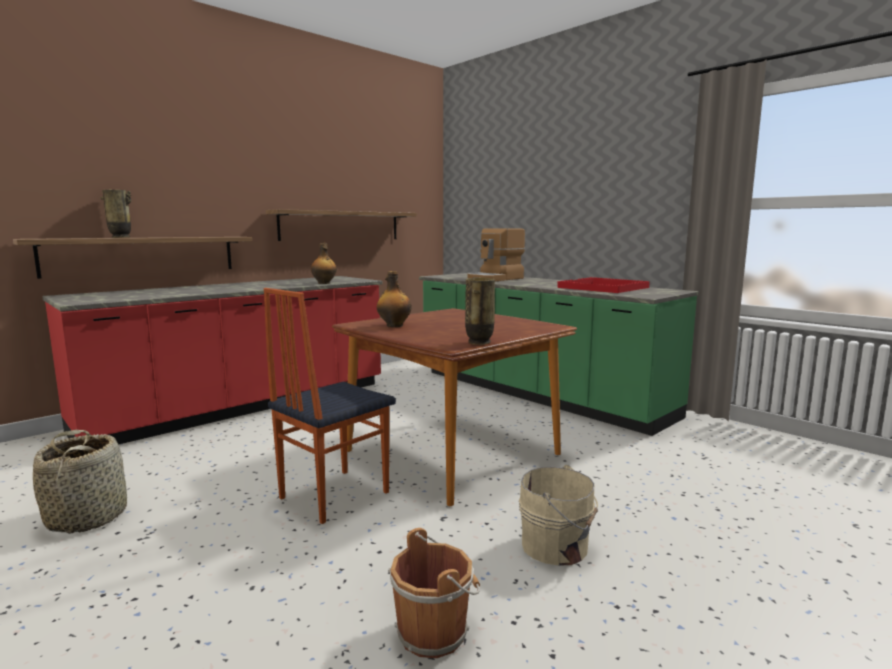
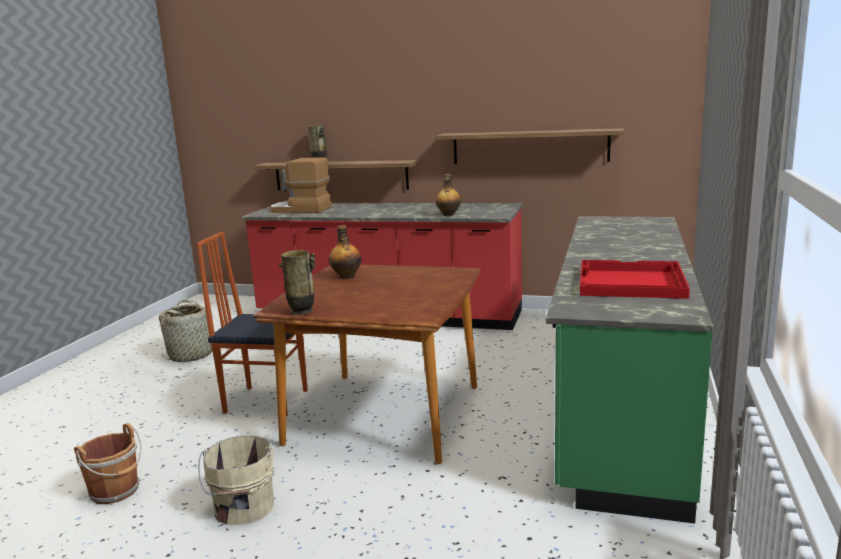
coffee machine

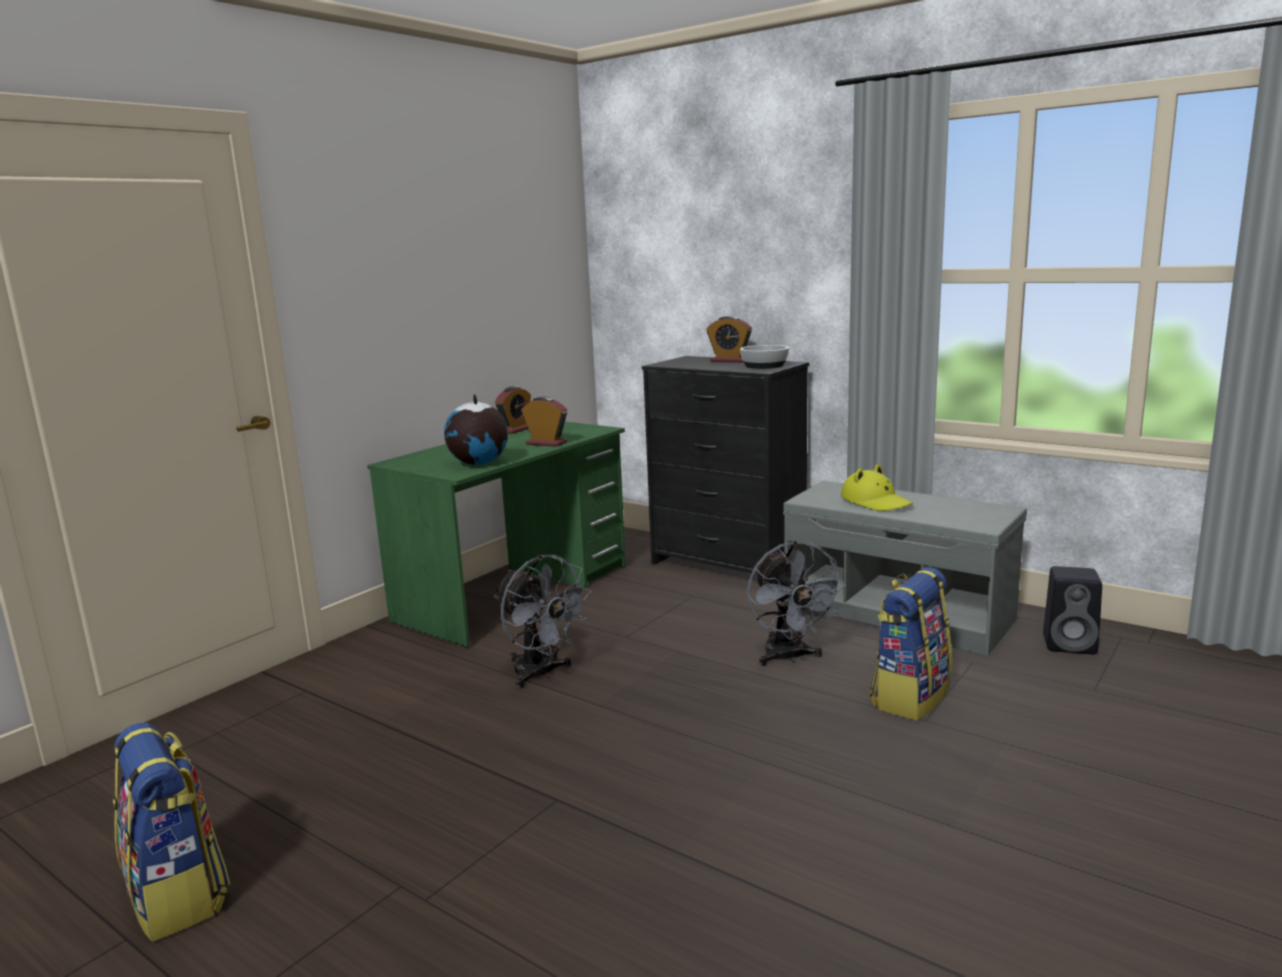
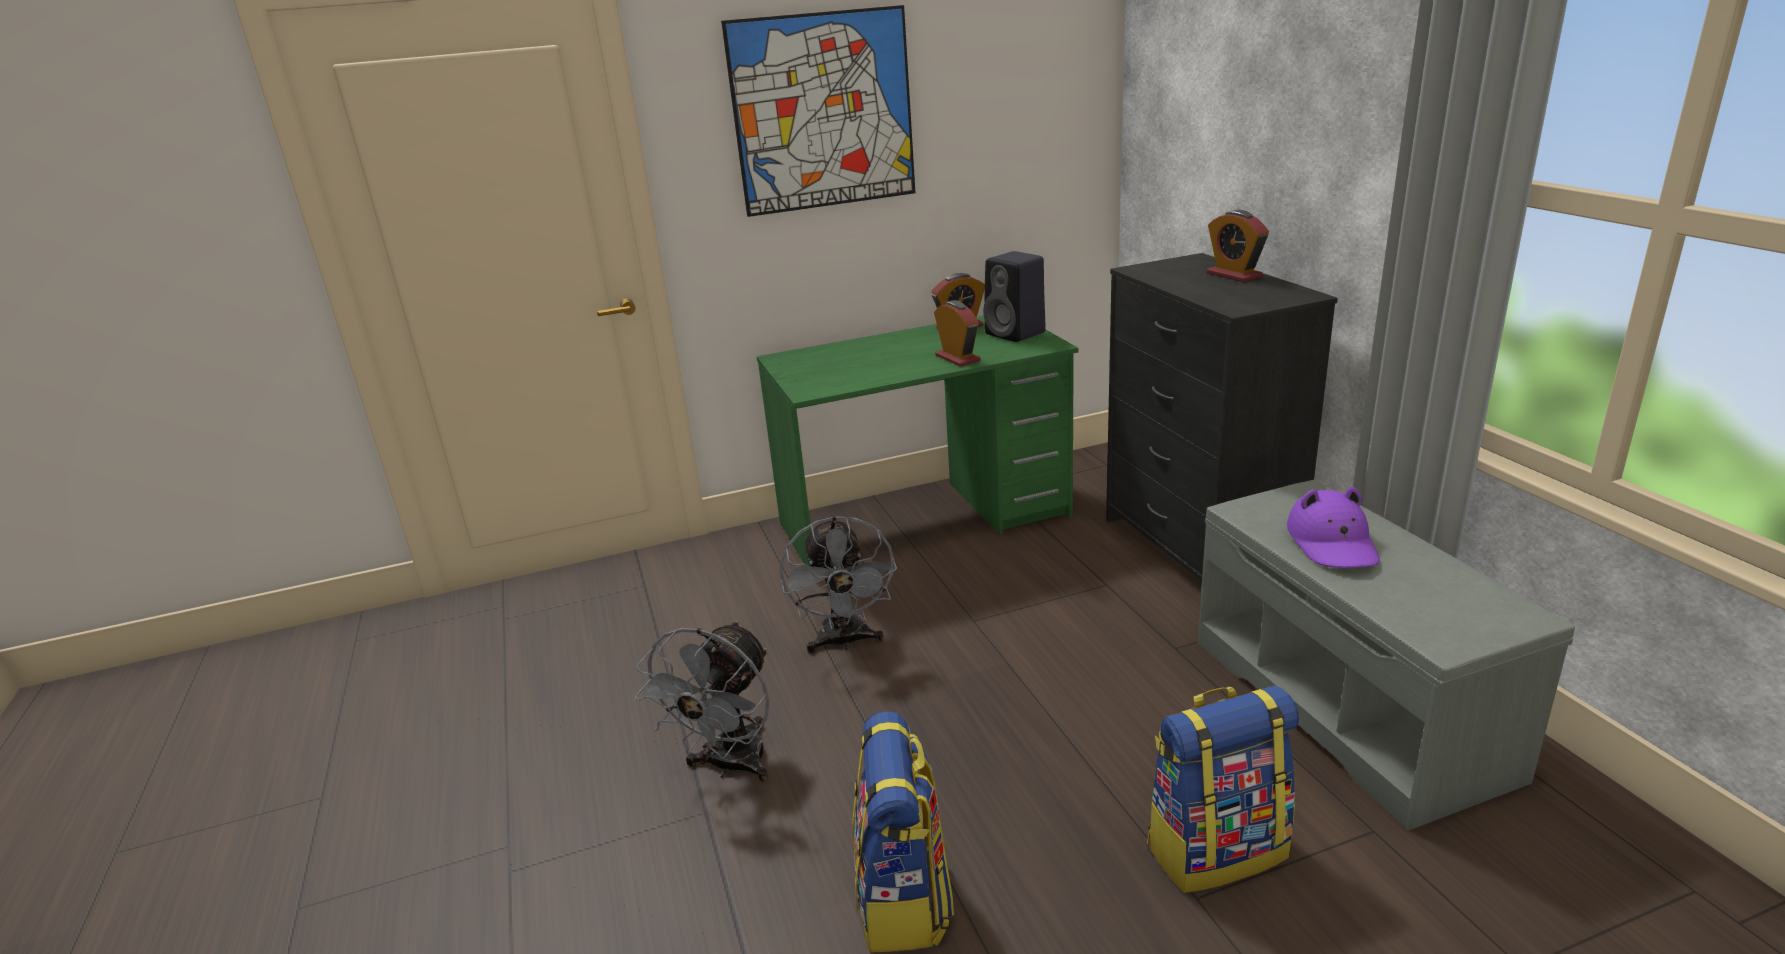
grey fan (no. 1 from left)
picture
backpack (no. 1 from left)
black speaker
purple hat
globe
bowl

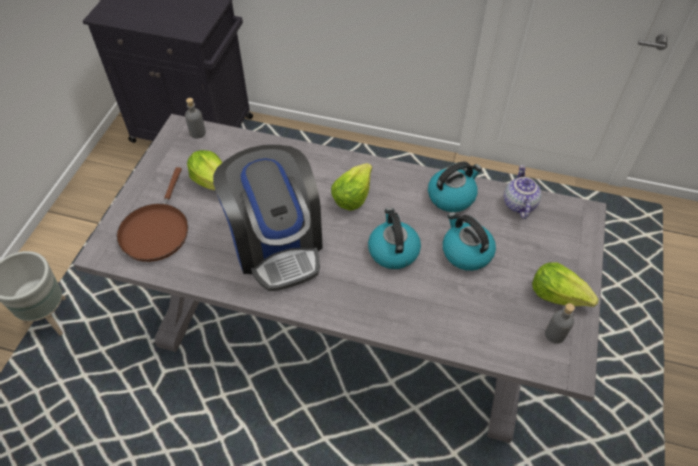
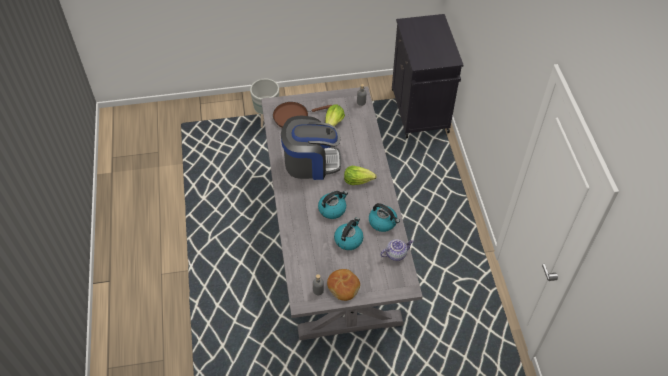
coffee machine
bread

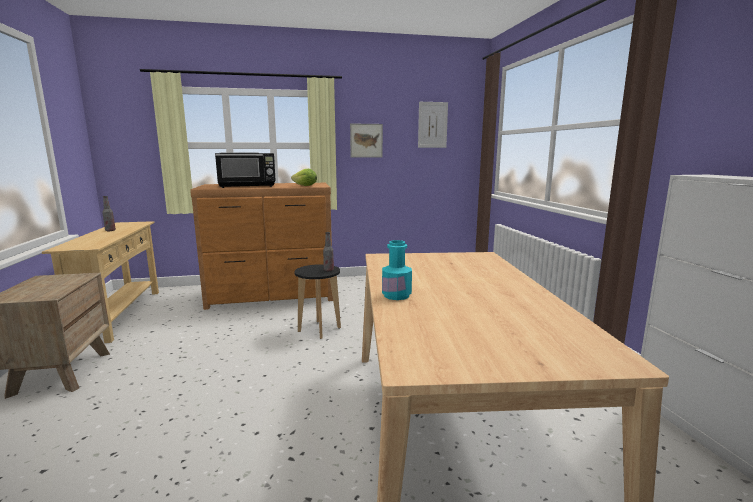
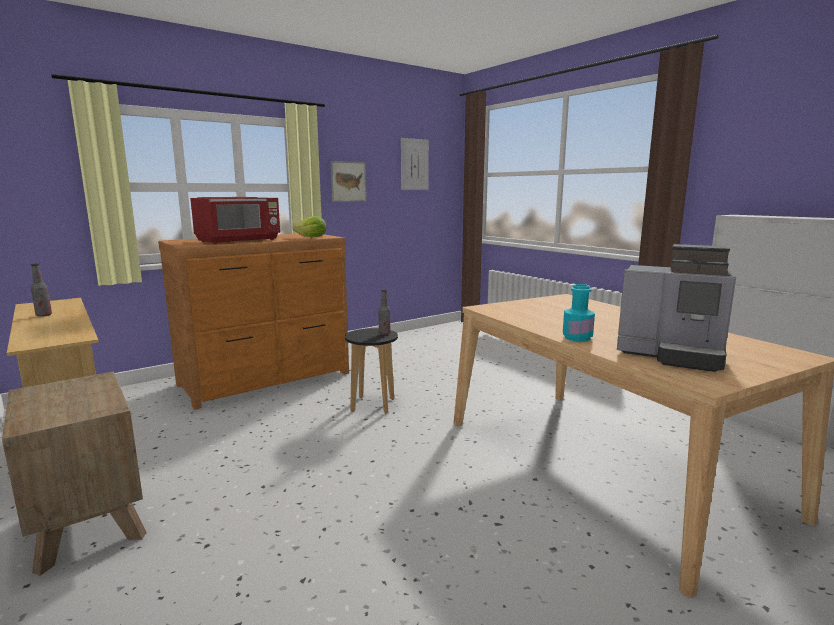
red microwave
coffee machine

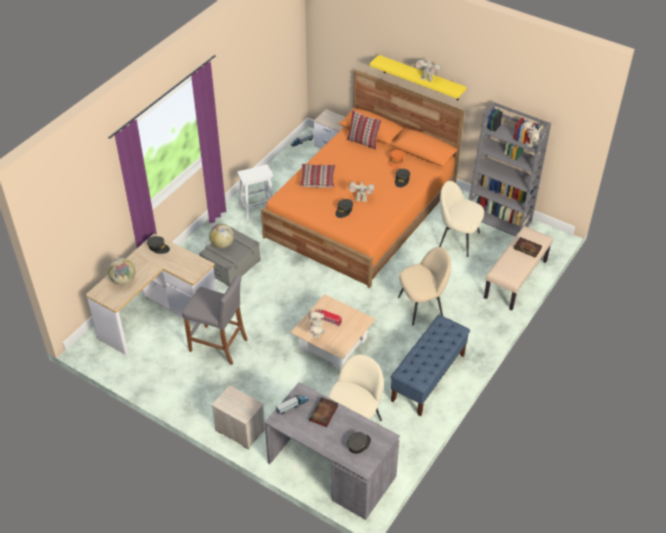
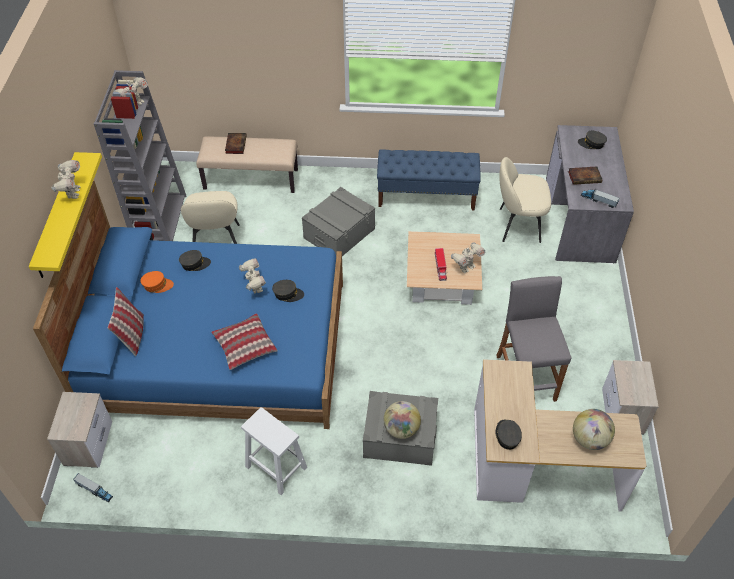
blue bed
grey storage box (no. 1 from left)
nightstand (no. 2 from left)

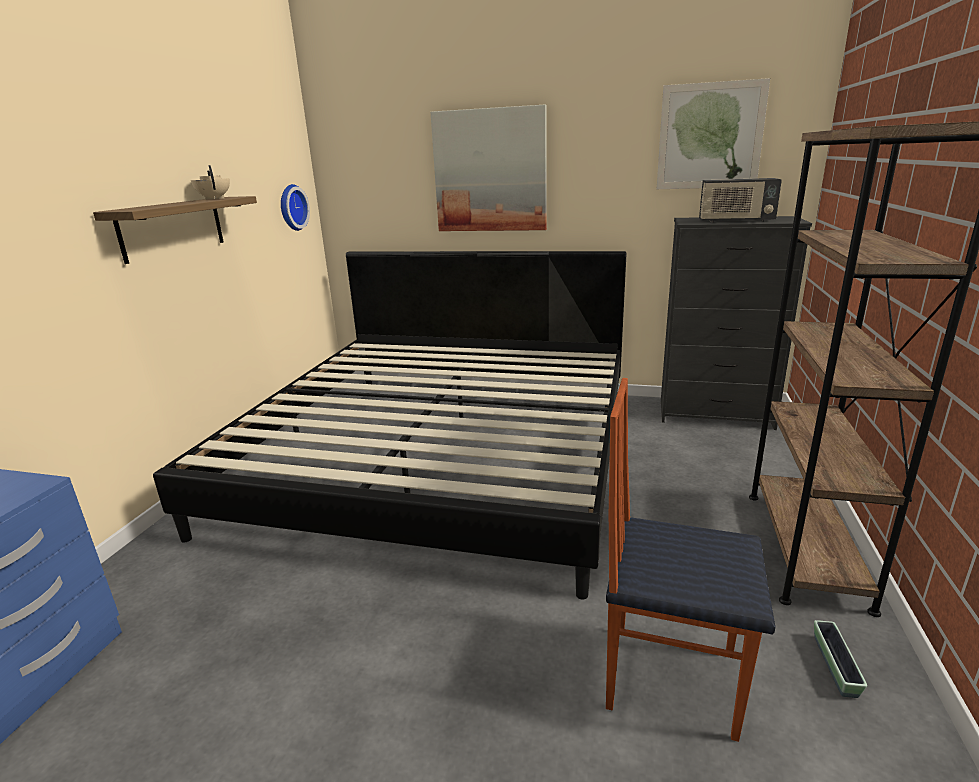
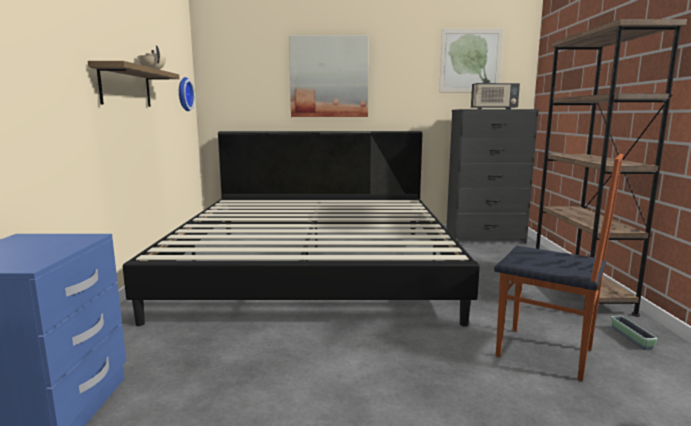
chair

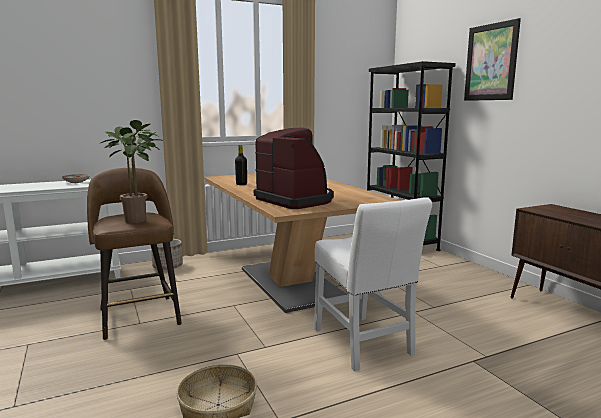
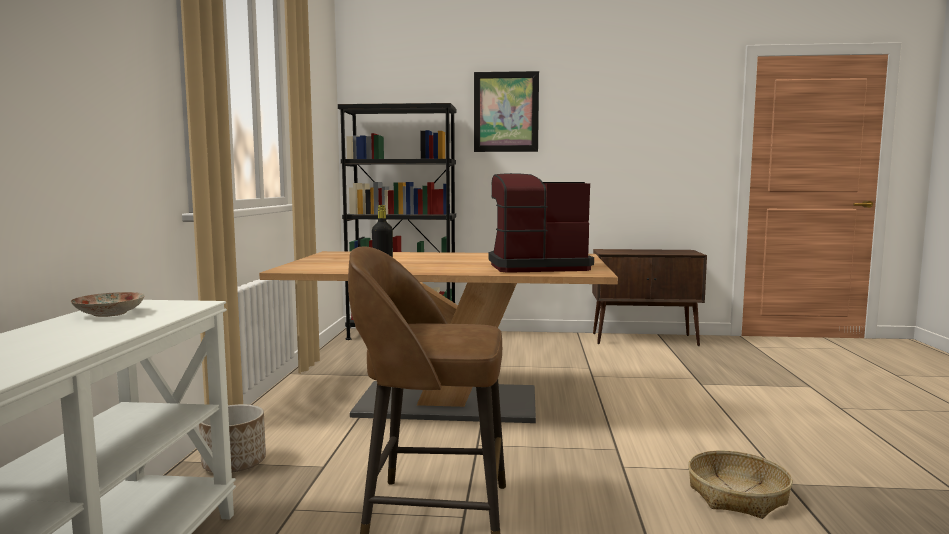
potted plant
white chair

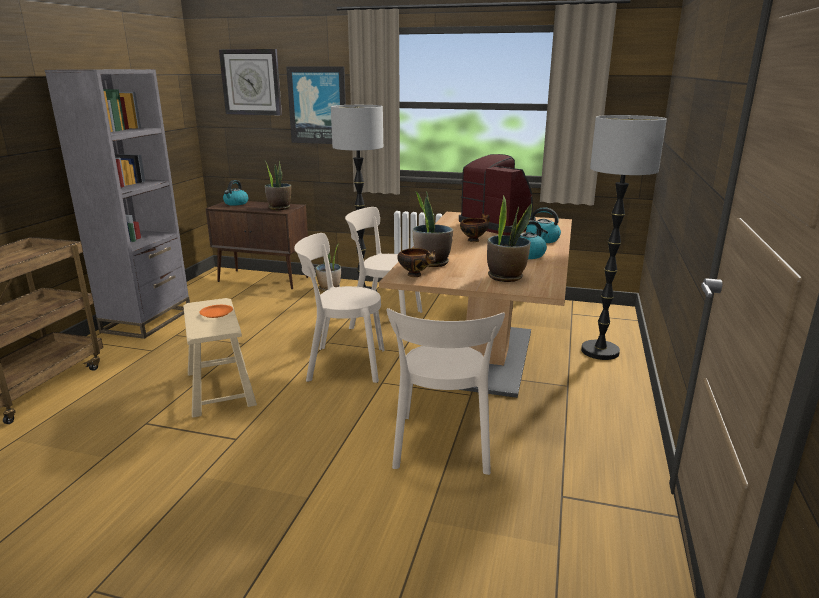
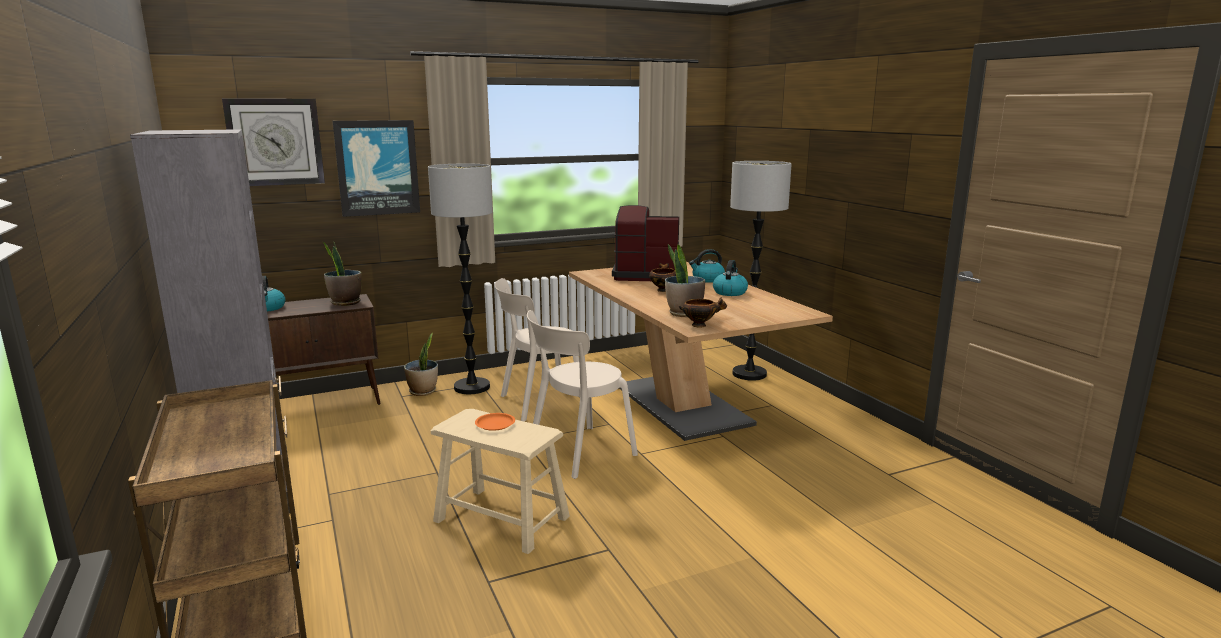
beige chair (no. 3 from left in the first image)
potted plant (no. 4 from left in the first image)

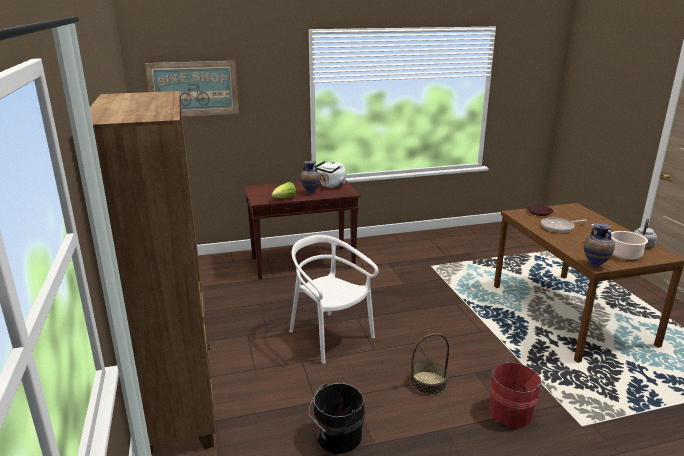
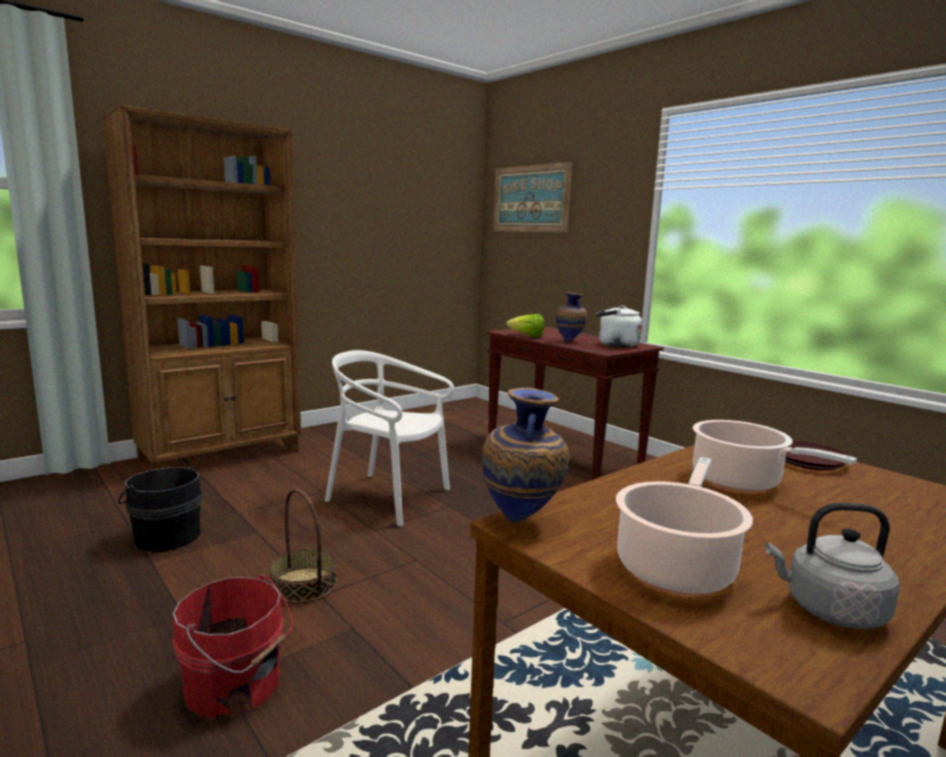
white chair
cooking pot (no. 2 from left)

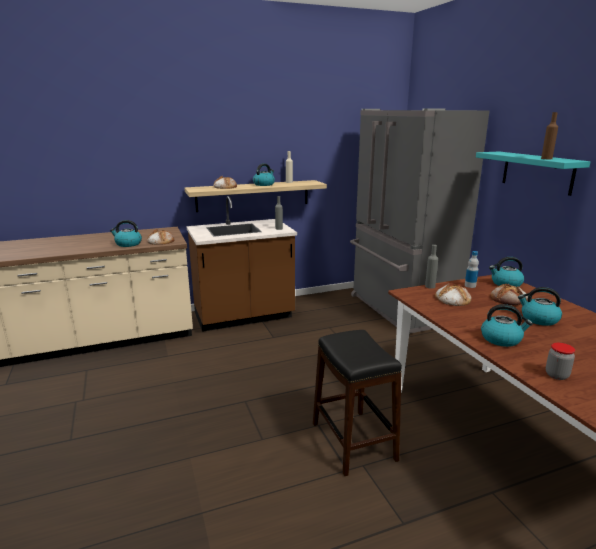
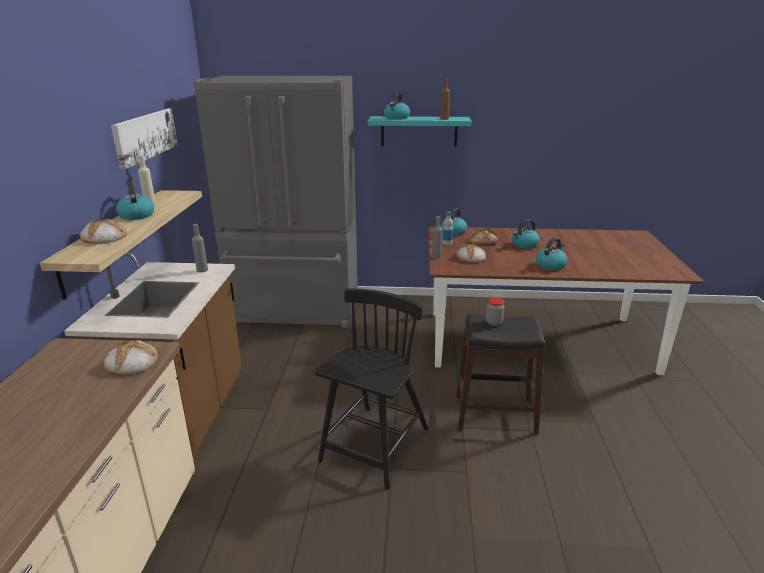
picture
black chair
kettle (no. 2 from left)
jar

